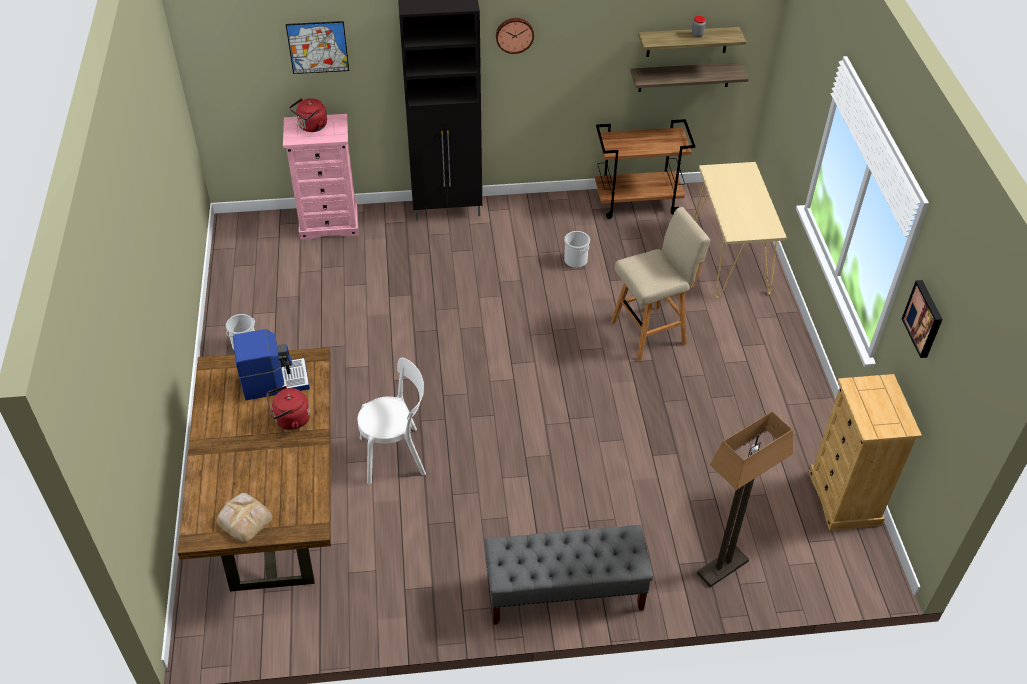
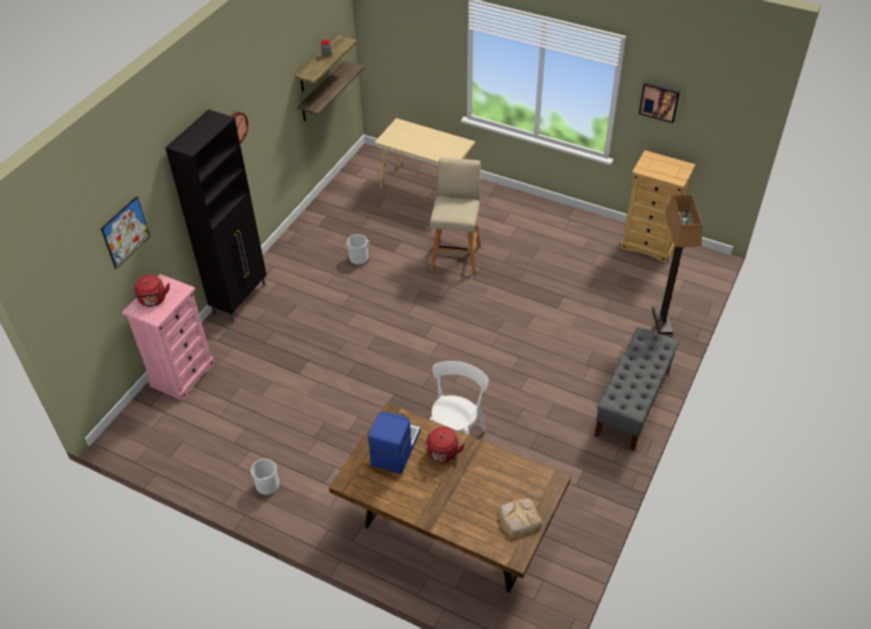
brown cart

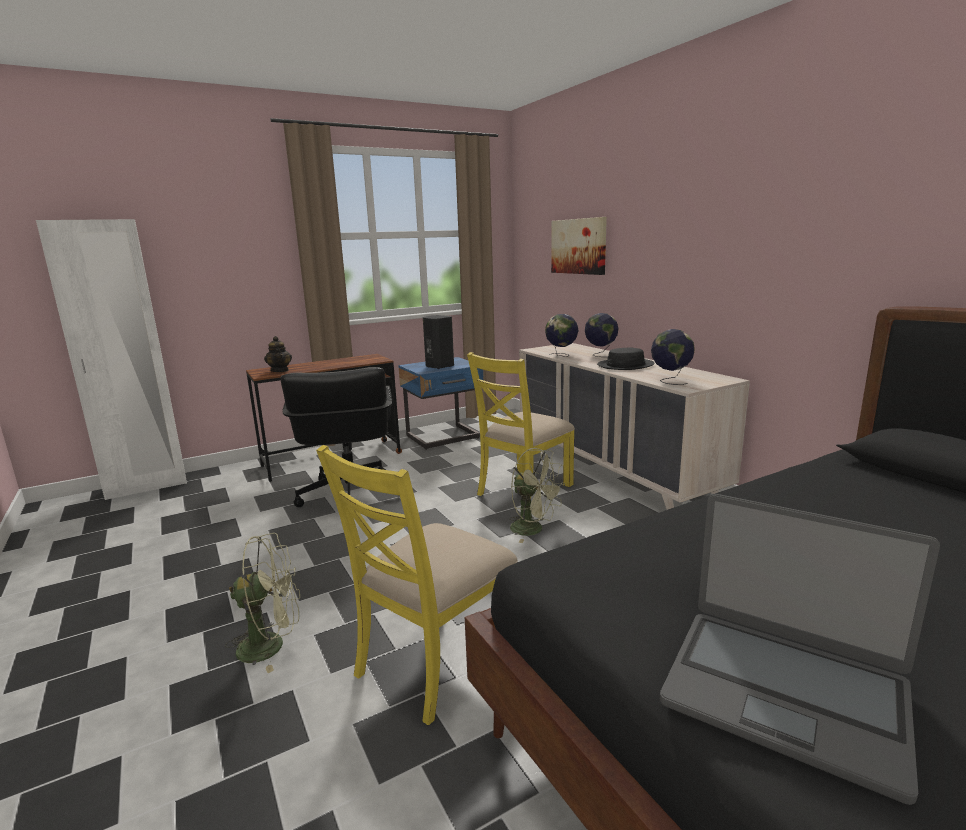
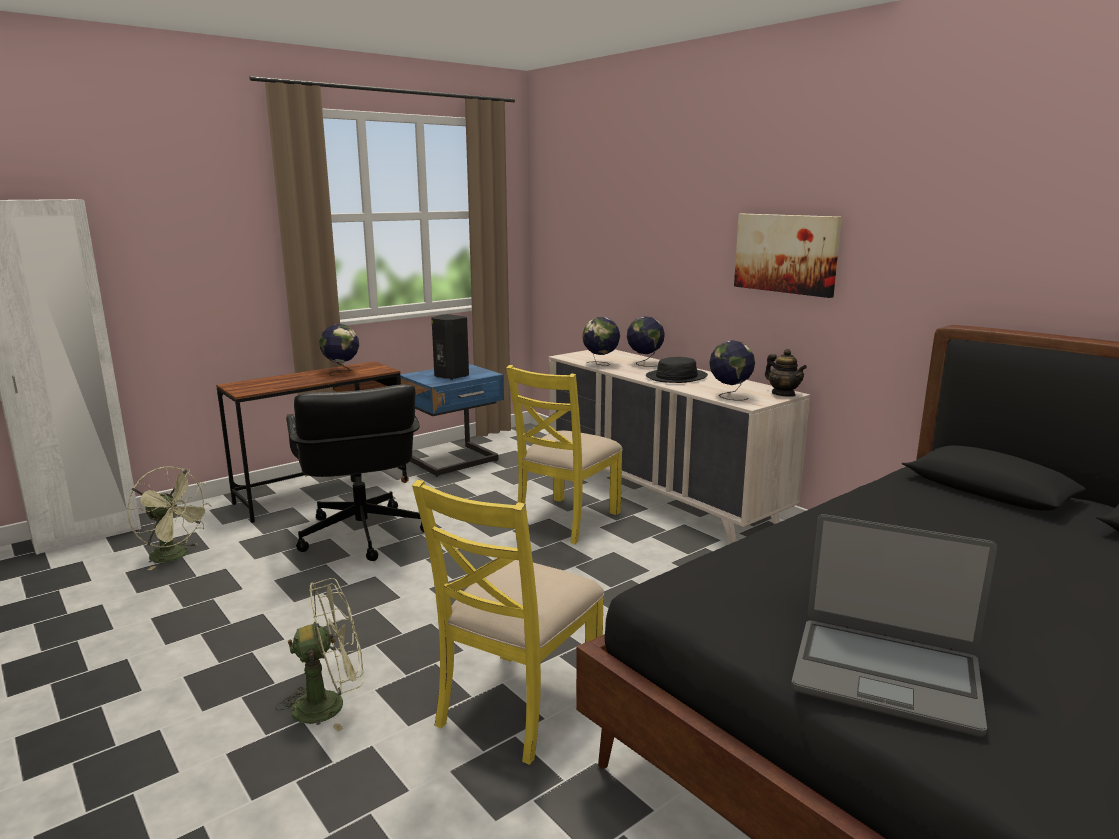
green fan (no. 1 from left)
globe (no. 1 from left)
picture
teapot

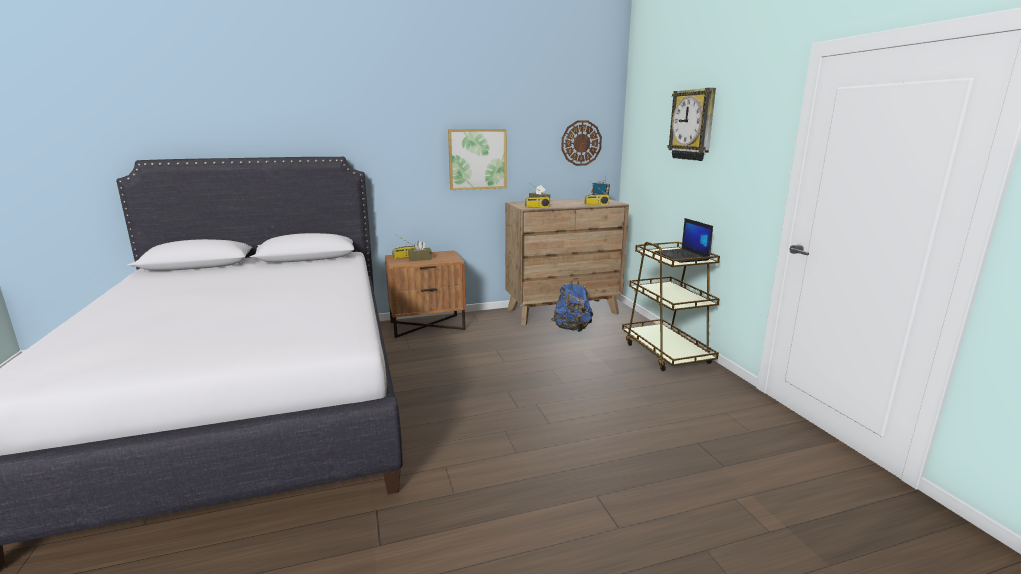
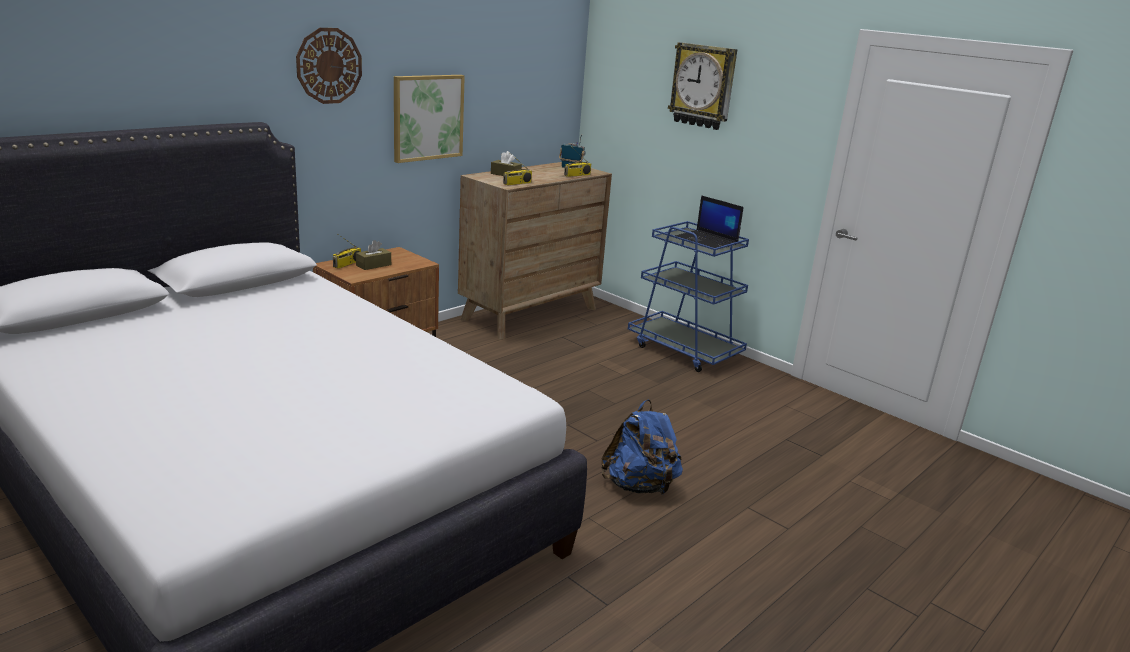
wall clock (no. 1 from left)
blue backpack
blue cart

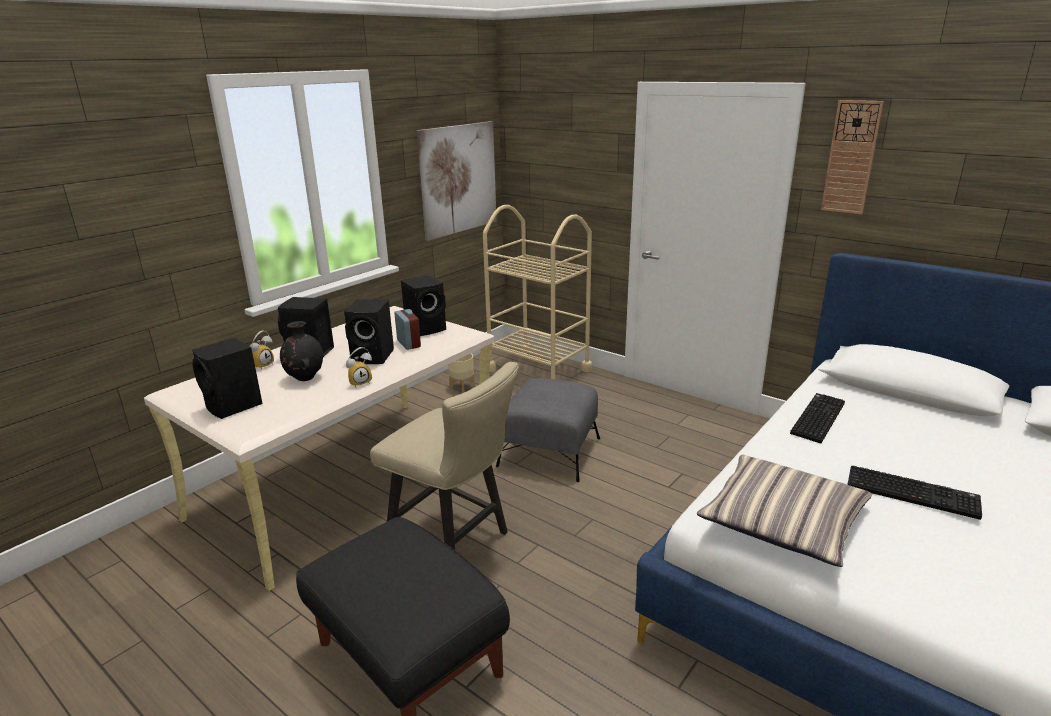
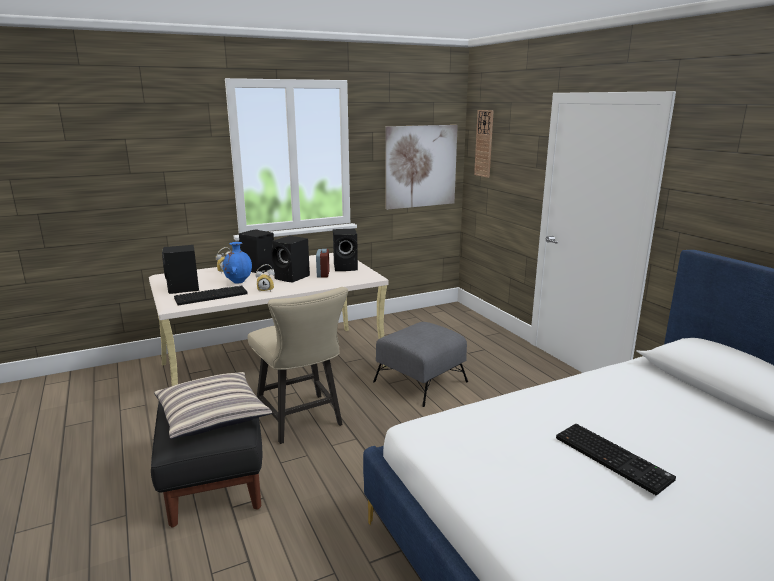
pillow
keyboard (no. 1 from left)
blue vase
wall clock
beige planter
beige cart

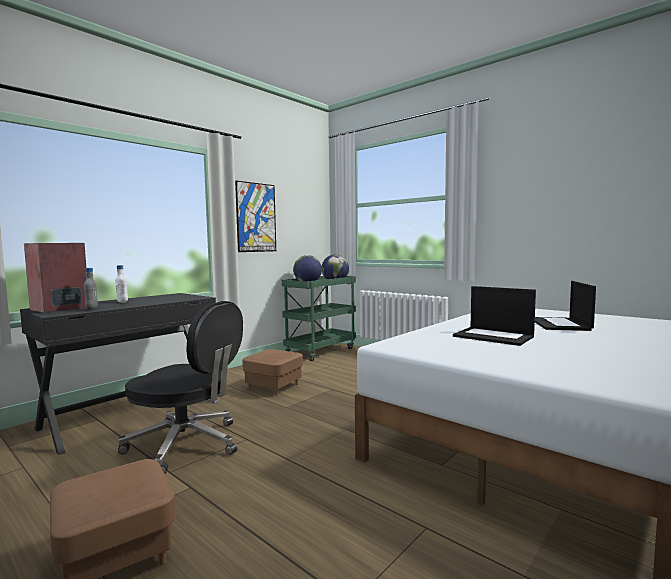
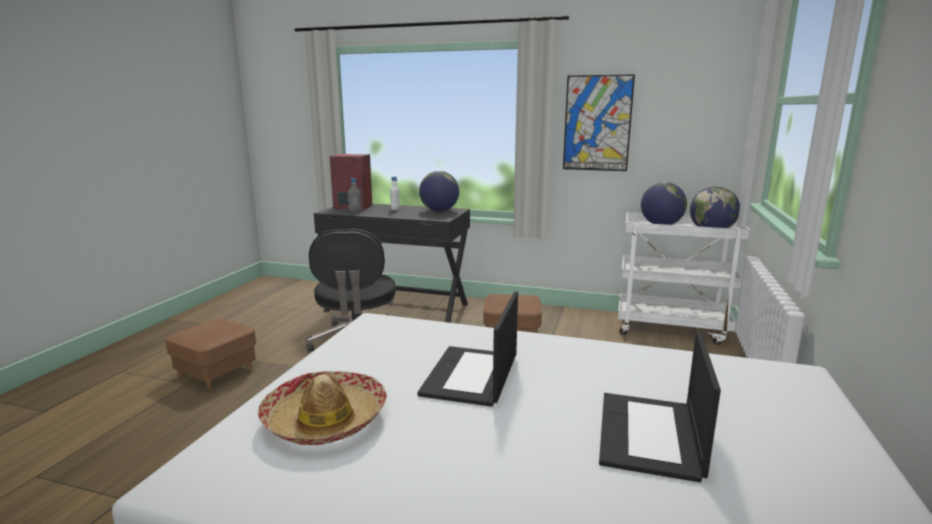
hat
globe (no. 1 from left)
laptop (no. 2 from left)
white cart

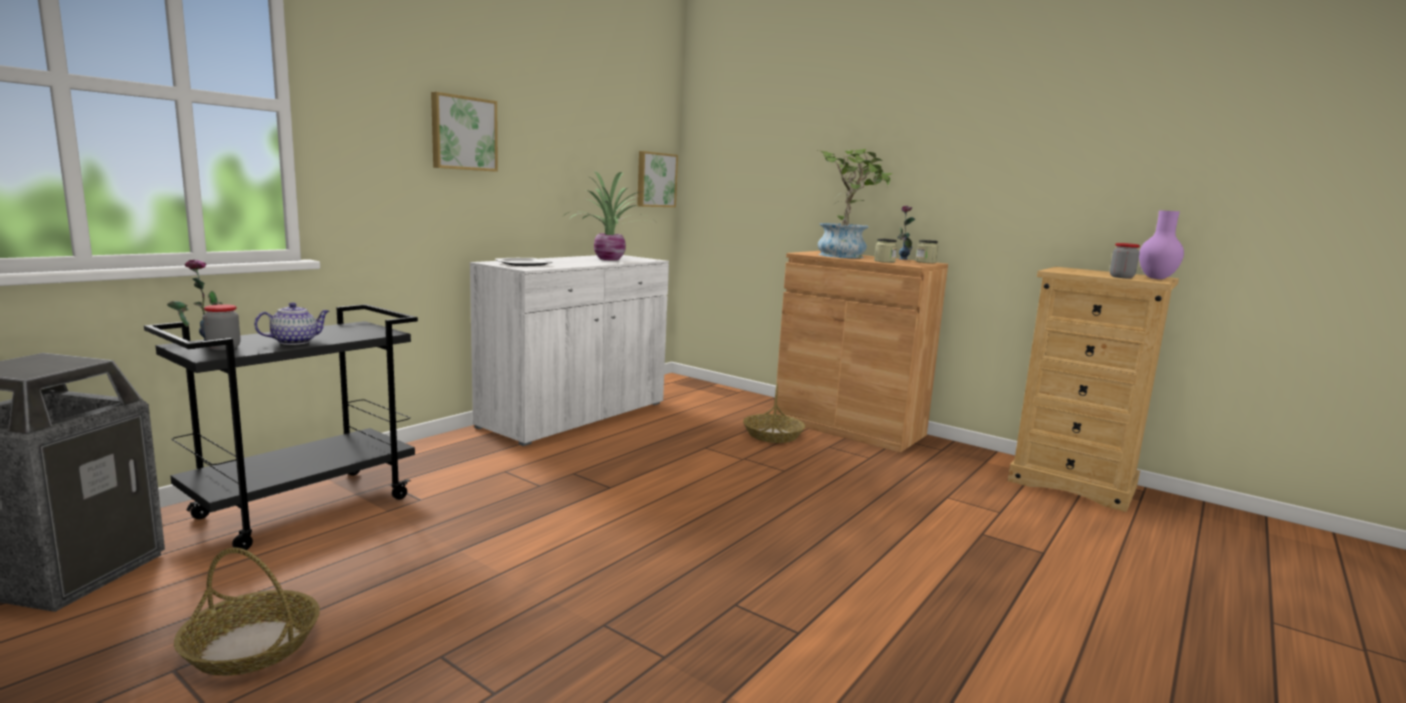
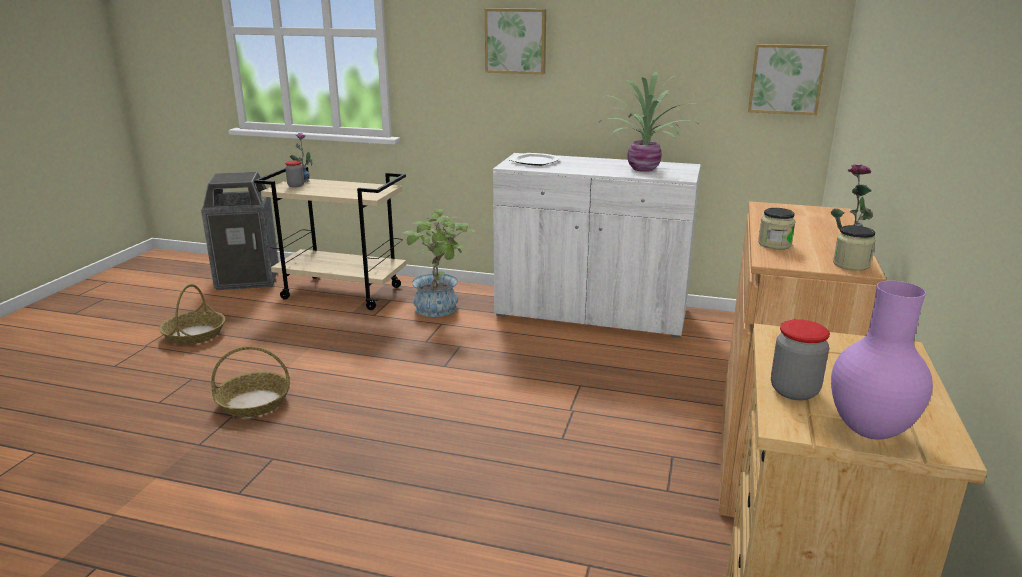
basket (no. 2 from left)
beige cart
potted plant (no. 1 from left)
teapot

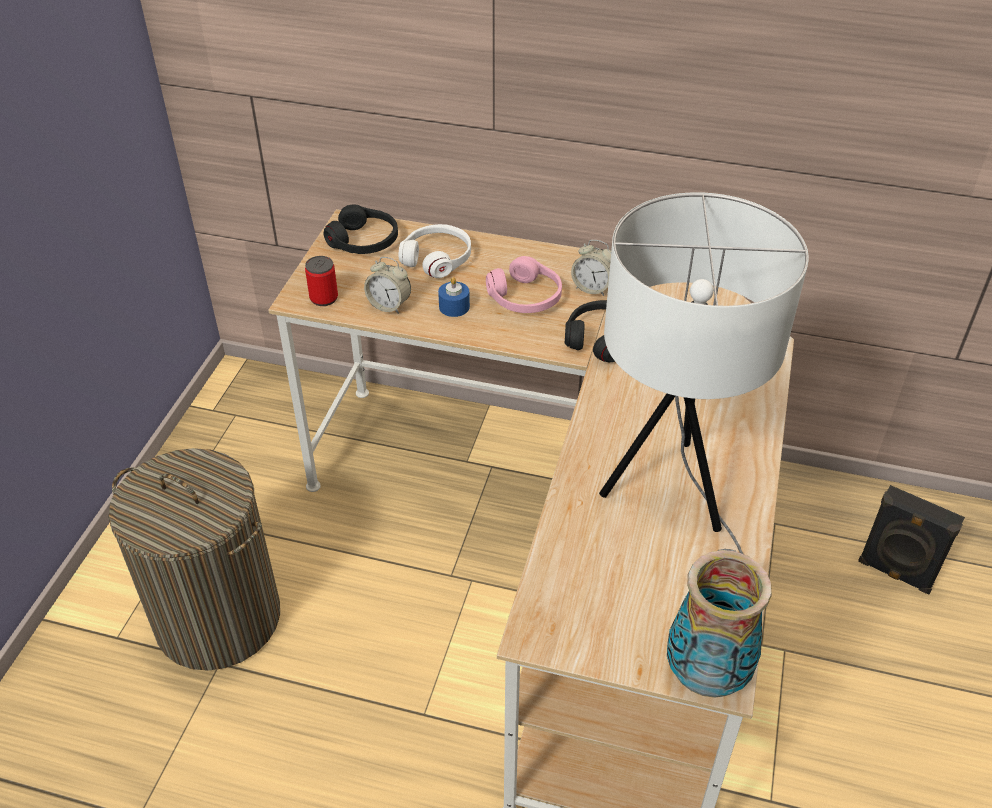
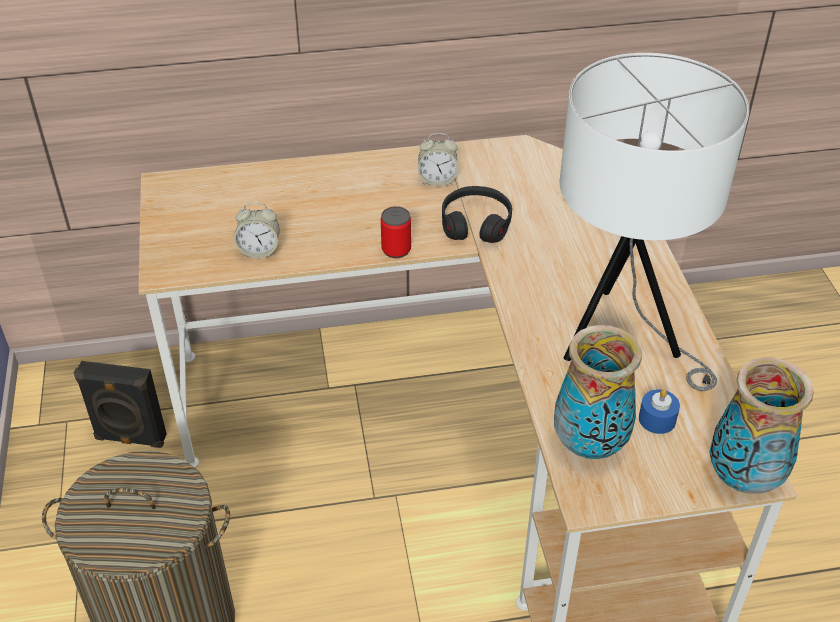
black speaker
can
vase (no. 1 from left)
blue candle
black headphones (no. 1 from left in the first image)
white headphones
pink headphones

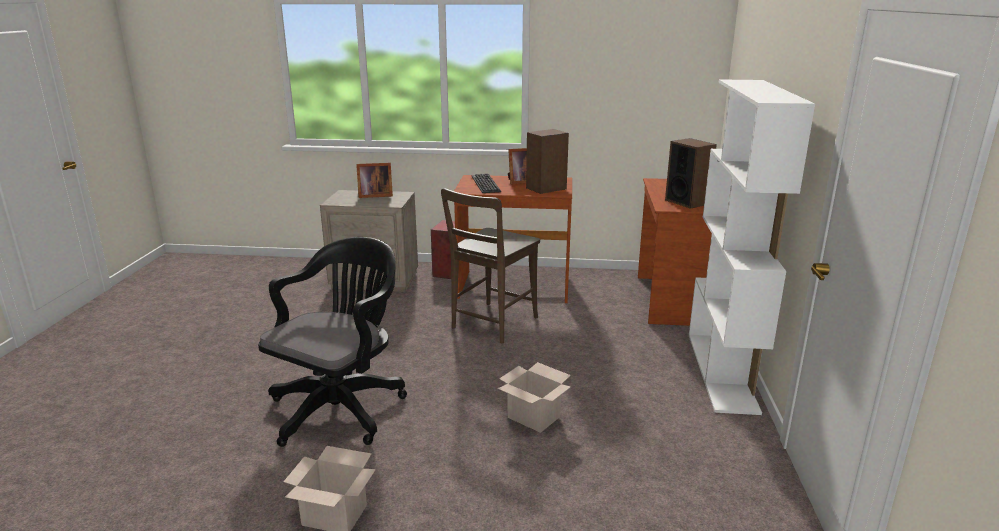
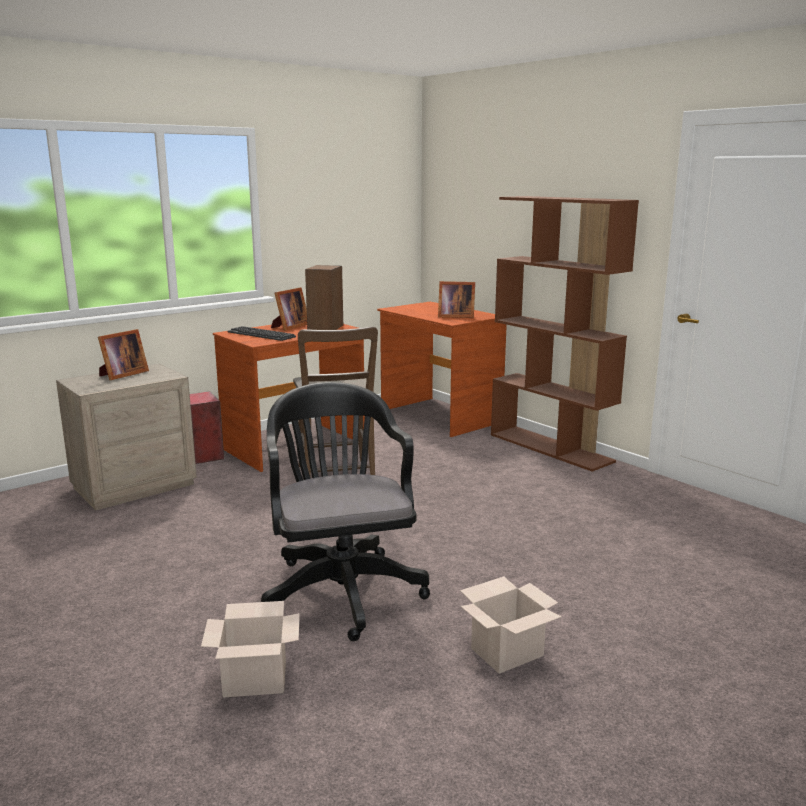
cardboard box (no. 1 from left)
picture frame (no. 3 from left)
brown bookcase

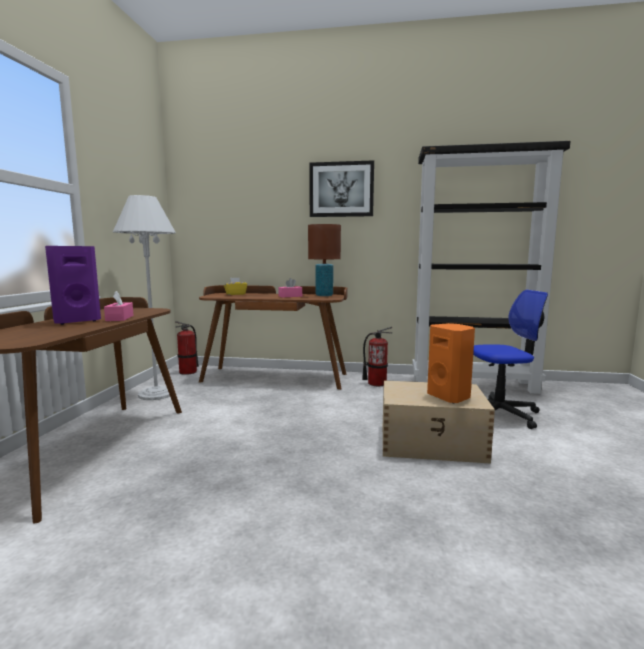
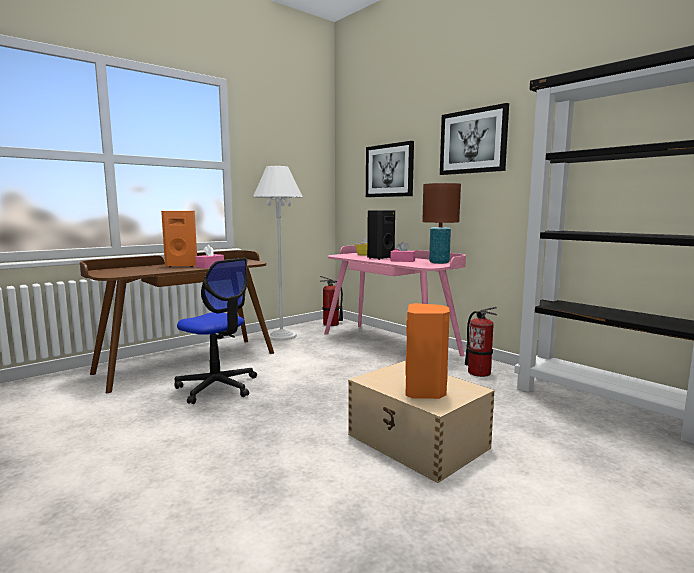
orange speaker (no. 1 from left)
office chair
pink desk
picture (no. 1 from left)
black speaker

